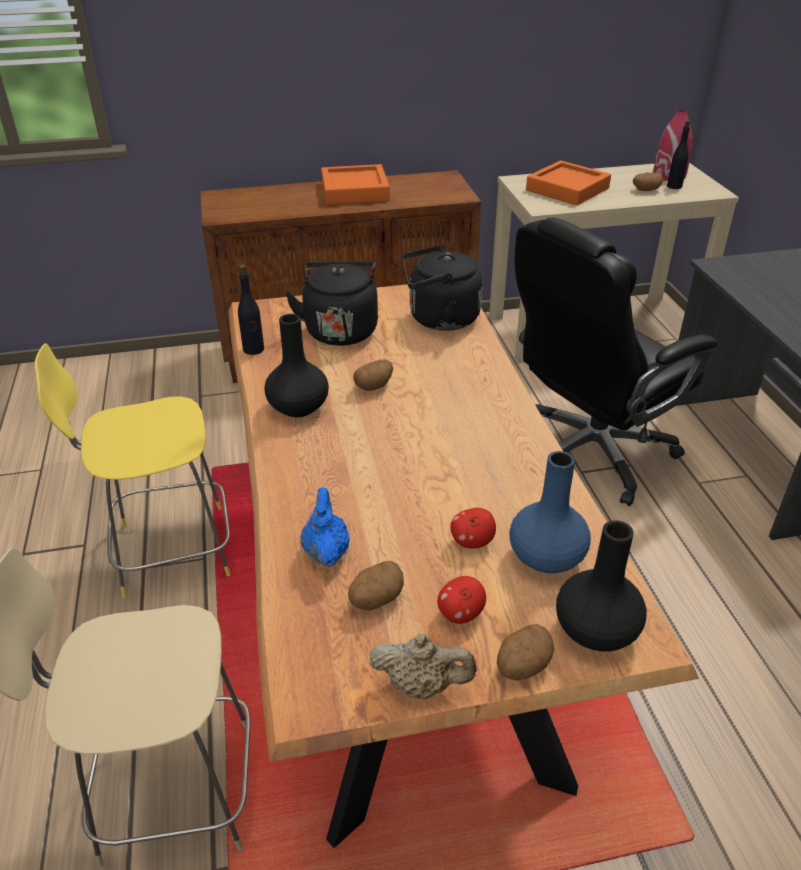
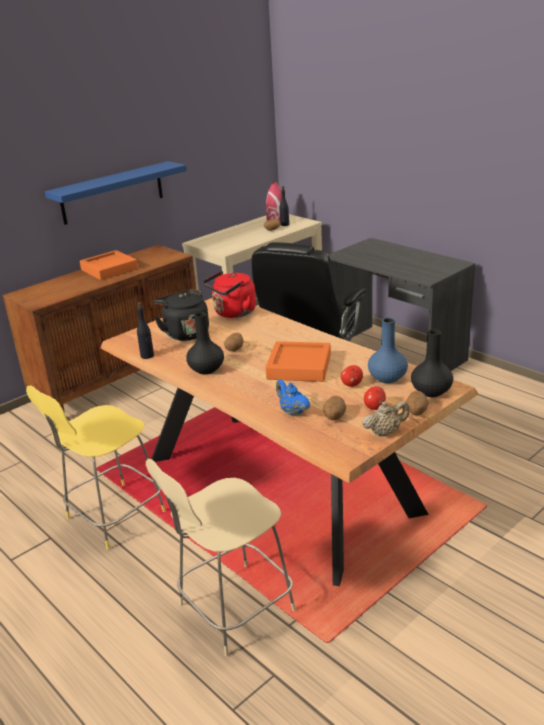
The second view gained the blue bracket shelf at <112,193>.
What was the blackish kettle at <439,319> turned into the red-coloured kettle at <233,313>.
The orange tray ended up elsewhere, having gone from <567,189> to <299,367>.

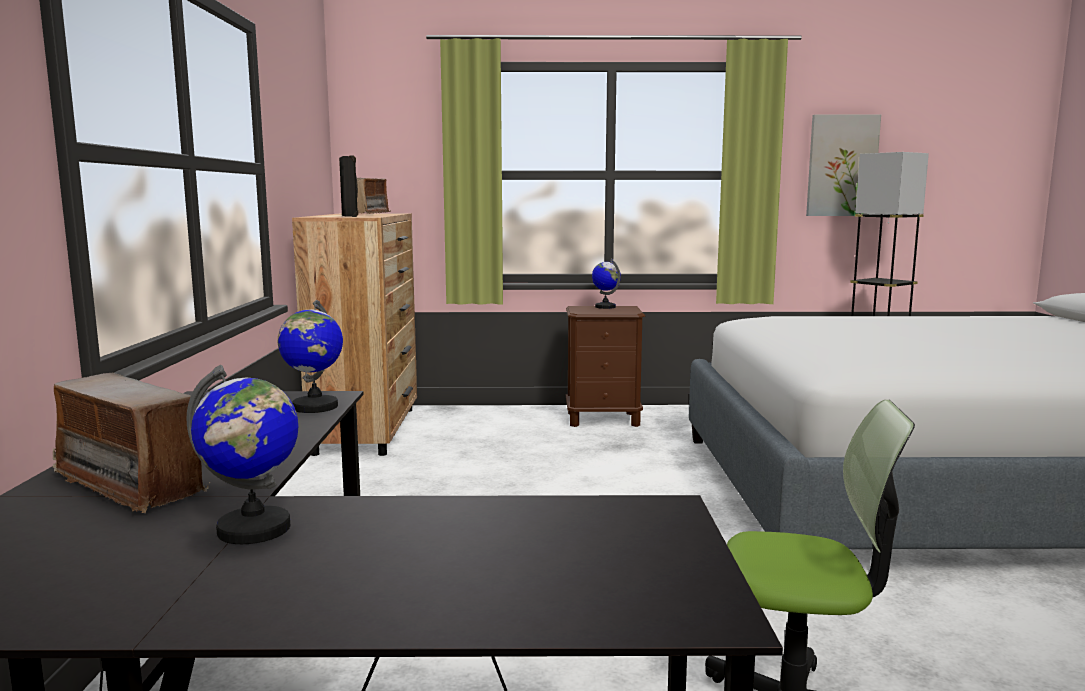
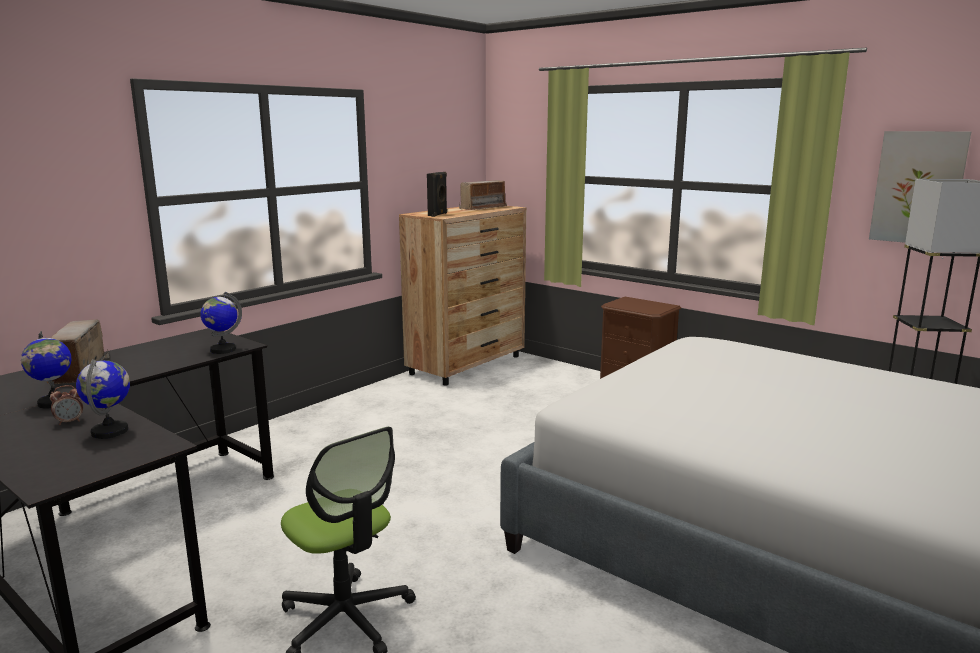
The second view gained the bedside clock at <70,422>.
The globe ended up elsewhere, having gone from <605,307> to <110,431>.

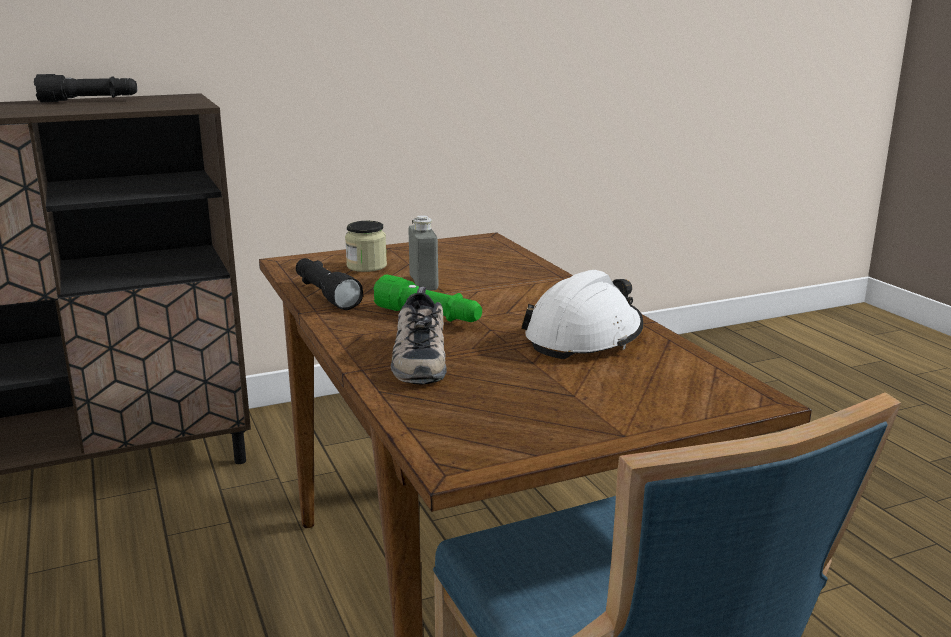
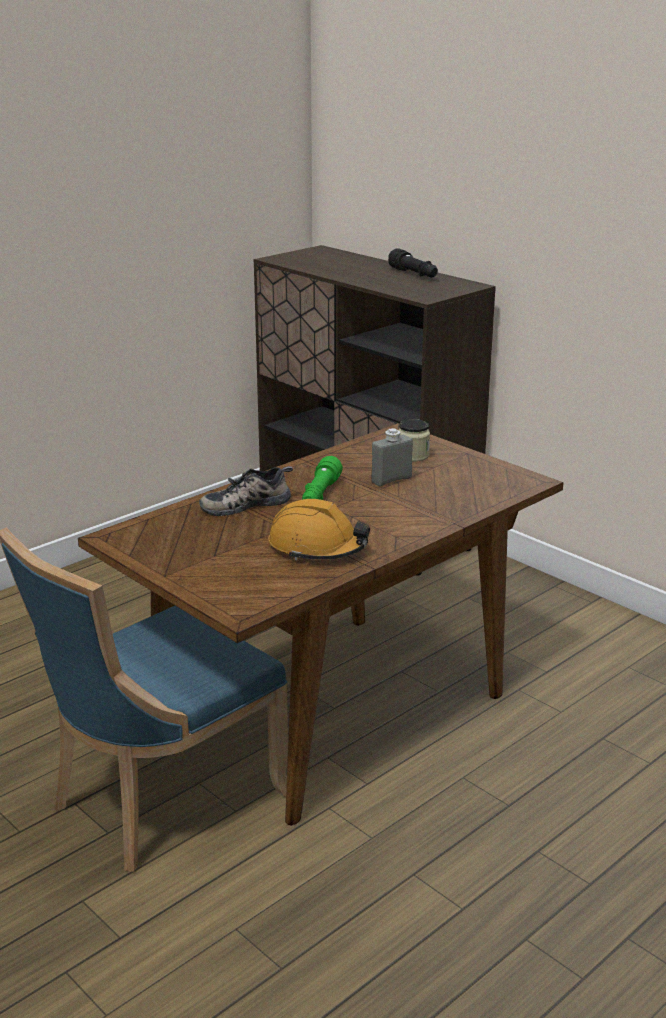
What was the white-coloured work helmet at <584,338> turned into the orange work helmet at <317,547>.
The second view lost the blackish hand torch at <325,294>.

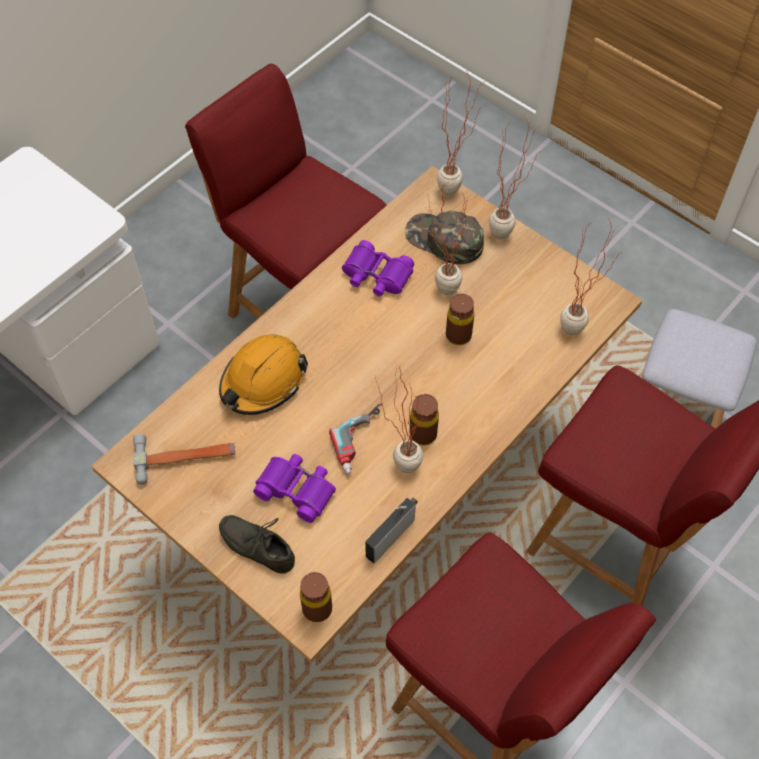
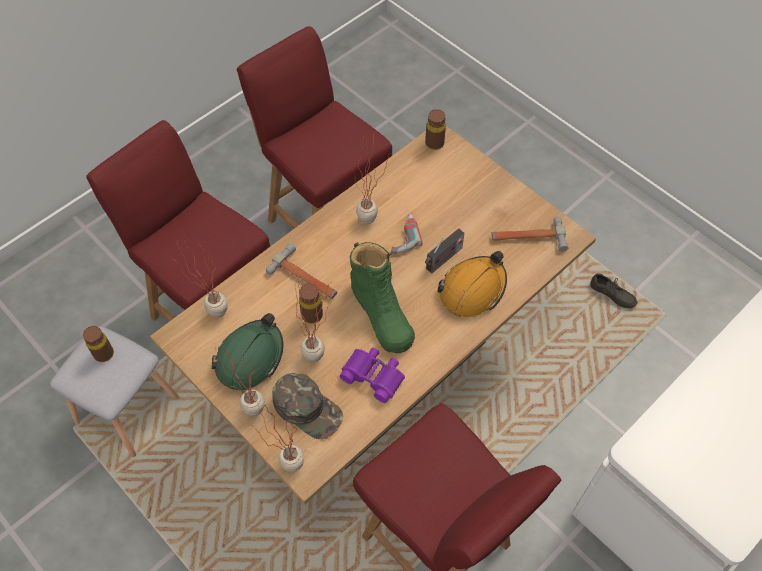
The brownish beverage bottle ended up elsewhere, having gone from <423,434> to <104,354>.
The second view gained the green-coloured work helmet at <250,358>.
The second view gained the hand hammer at <305,278>.
The second view gained the green-coloured high-top boot at <381,314>.
The radio ended up elsewhere, having gone from <391,535> to <443,260>.
The gray item of footwear ended up elsewhere, having gone from <259,544> to <611,296>.
The second view lost the purplish field glasses at <297,489>.

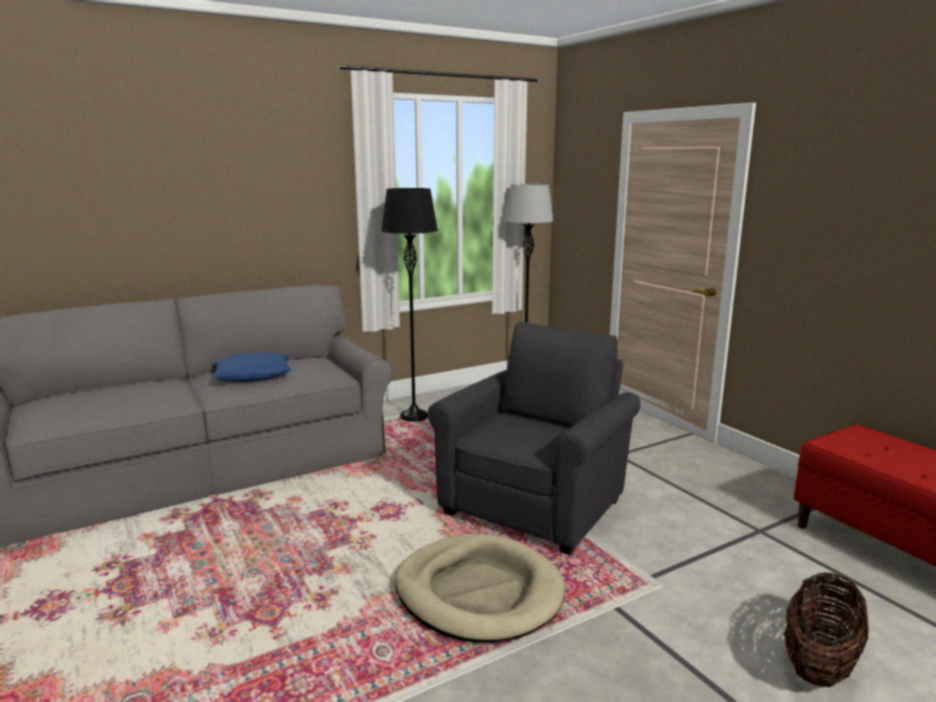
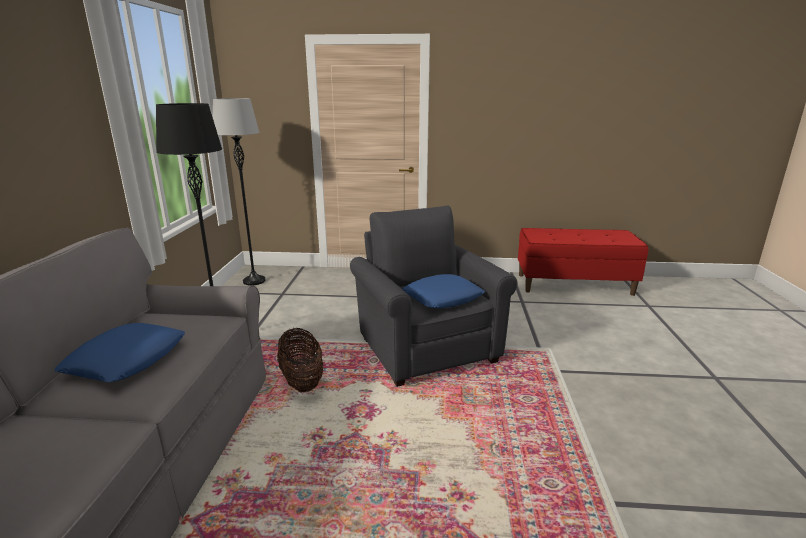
The household basket ended up elsewhere, having gone from <819,663> to <302,380>.
The second view gained the blue throw pillow at <443,297>.
The second view lost the beige dog cushion at <479,592>.

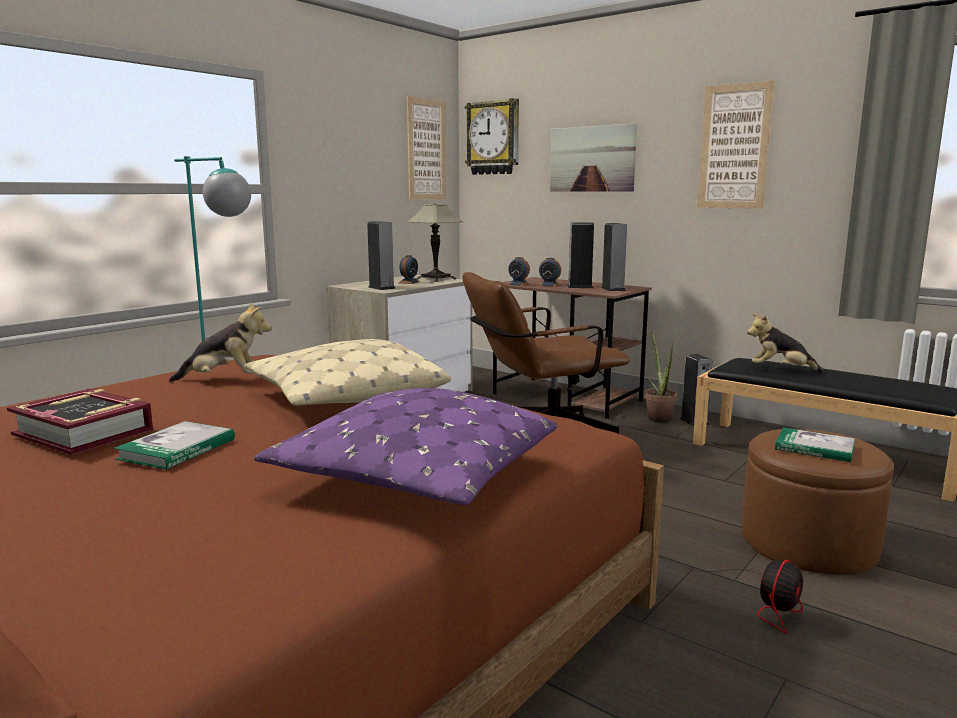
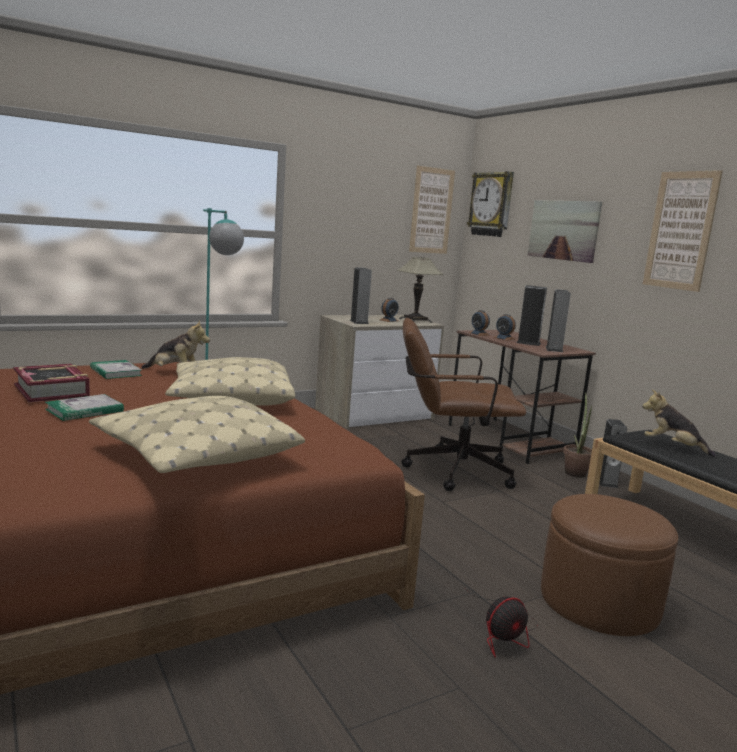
What was the purplish throw pillow at <415,476> turned into the beige throw pillow at <195,456>.
The volume ended up elsewhere, having gone from <814,448> to <115,372>.

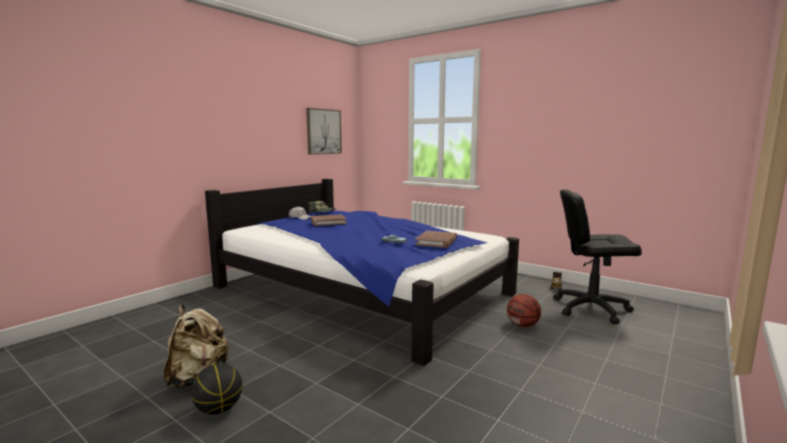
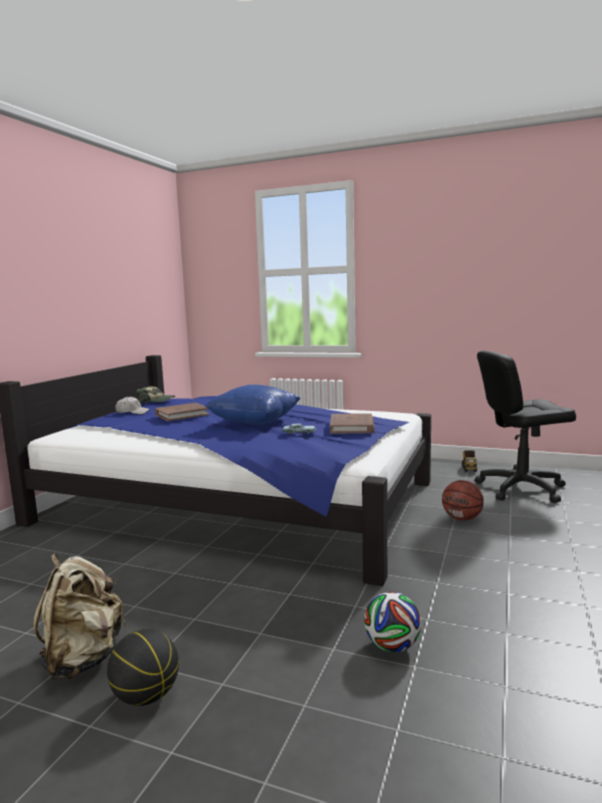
The second view gained the blue throw pillow at <254,423>.
The second view gained the football ball at <392,646>.
The second view lost the wall picture at <323,131>.

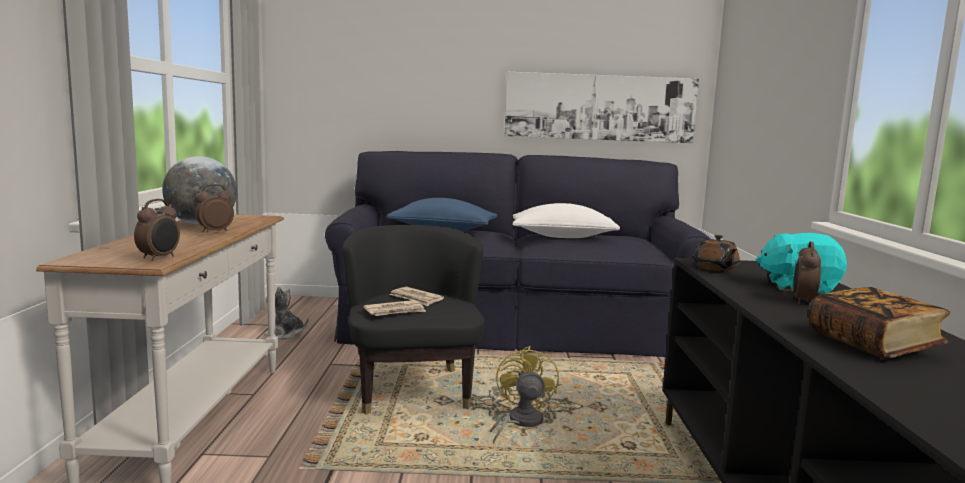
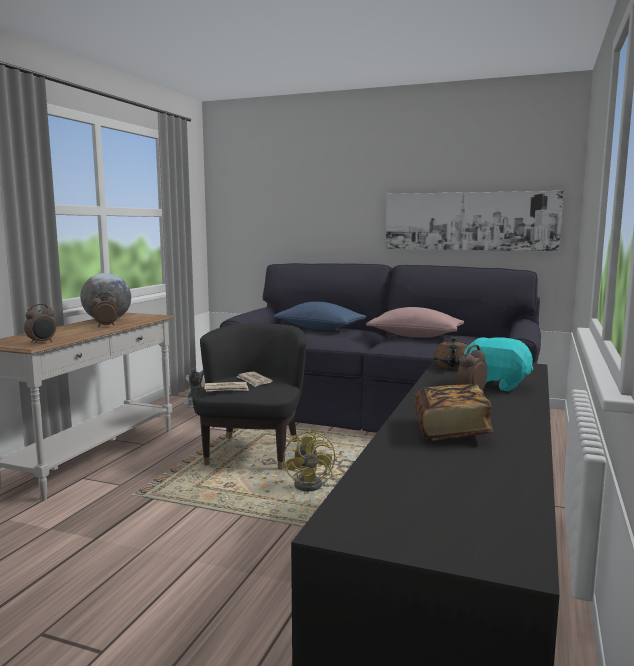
The yellow fan at <519,423> ended up facing another way, 150 degrees clockwise from before.
What was the white-coloured throw pillow at <563,237> turned into the pink throw pillow at <415,336>.

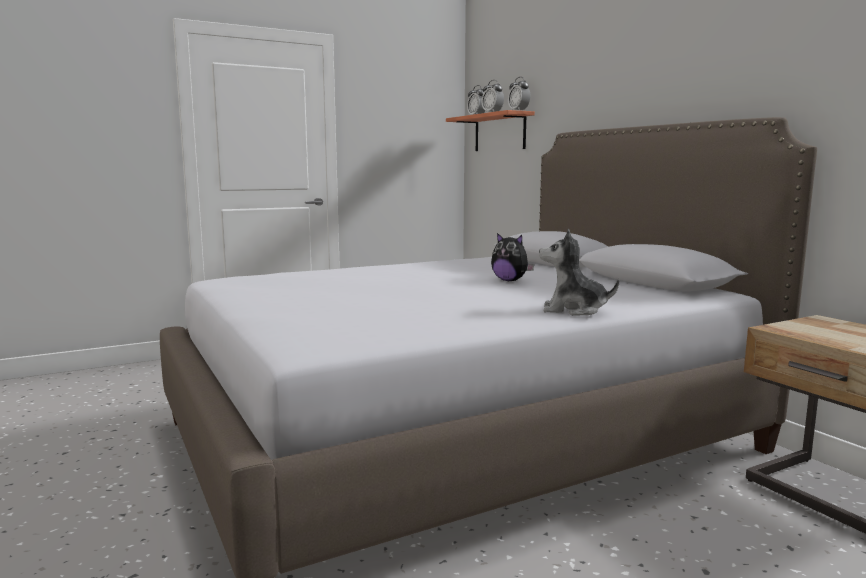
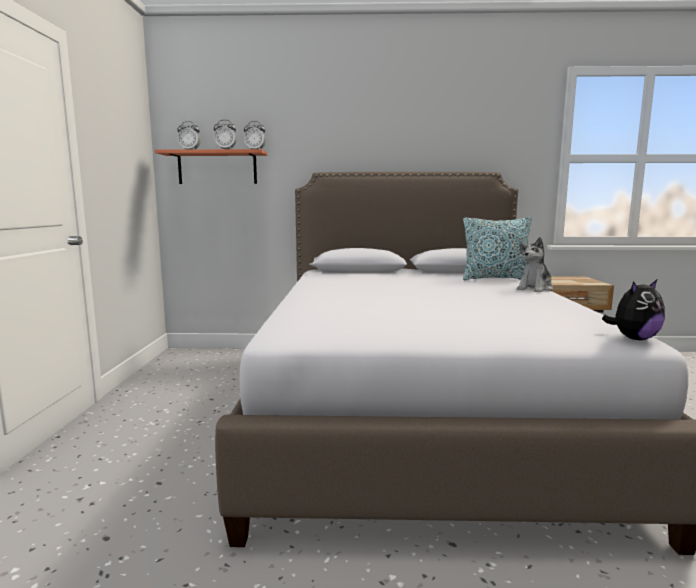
The second view gained the throw pillow at <496,279>.
The soft toy ended up elsewhere, having gone from <510,281> to <634,338>.

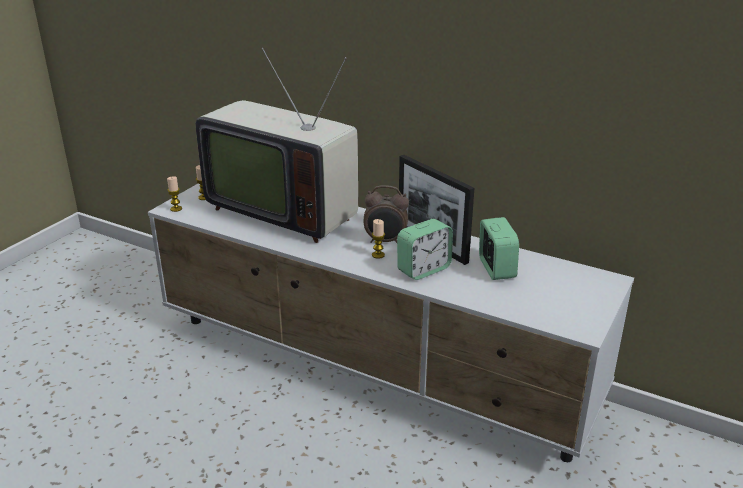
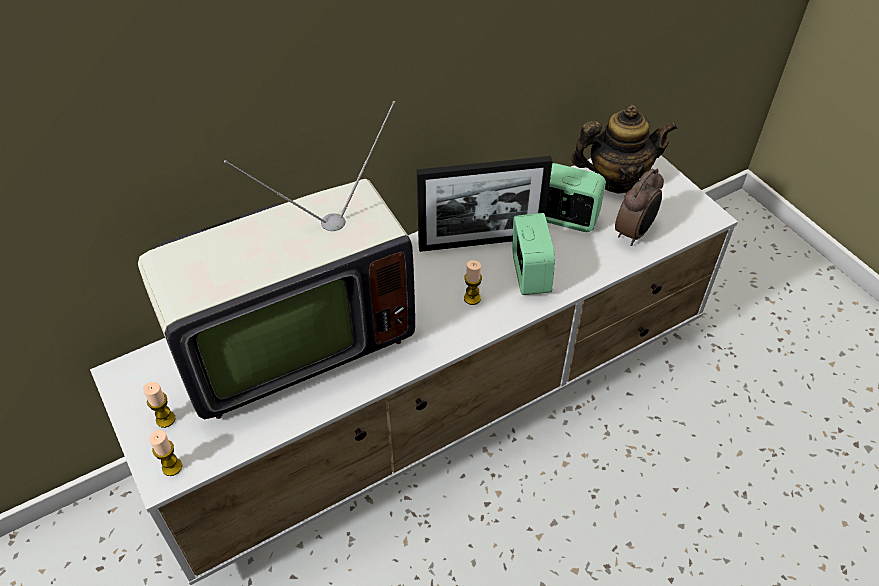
The second view gained the tea pot at <615,179>.
The bedside clock ended up elsewhere, having gone from <385,241> to <634,233>.

